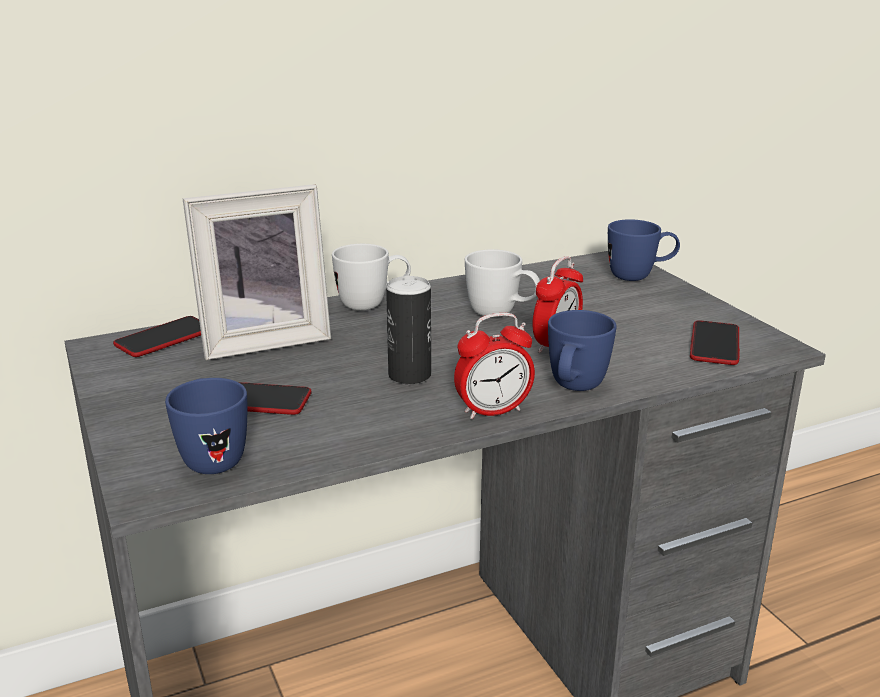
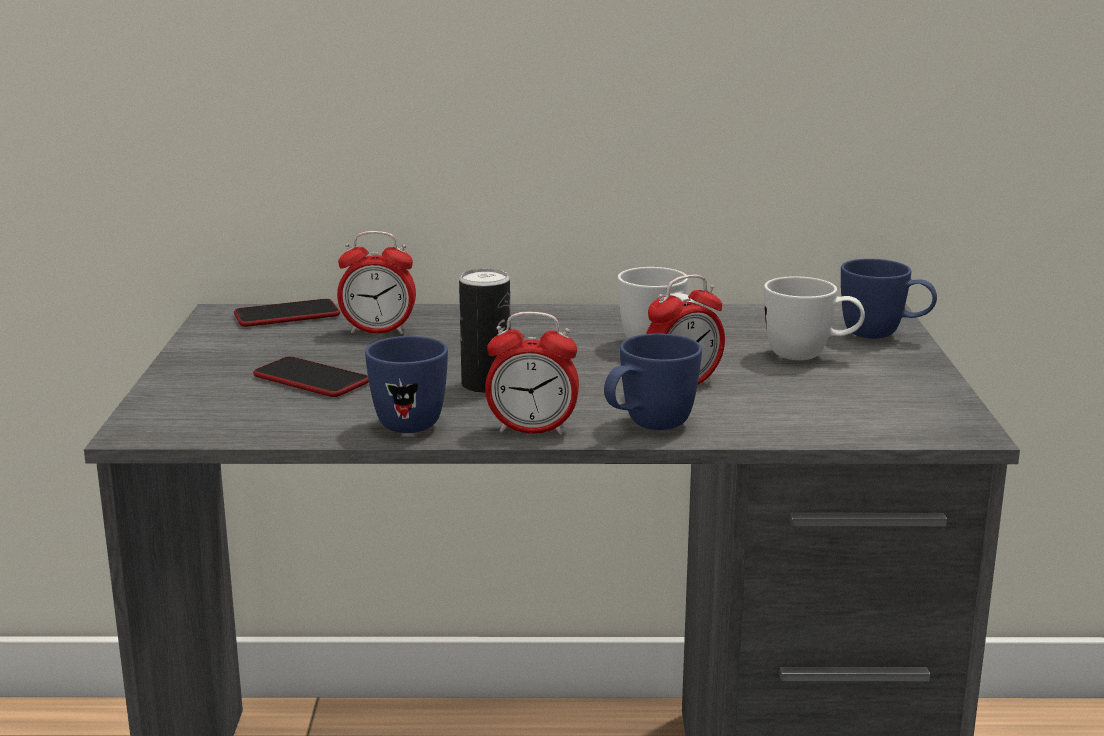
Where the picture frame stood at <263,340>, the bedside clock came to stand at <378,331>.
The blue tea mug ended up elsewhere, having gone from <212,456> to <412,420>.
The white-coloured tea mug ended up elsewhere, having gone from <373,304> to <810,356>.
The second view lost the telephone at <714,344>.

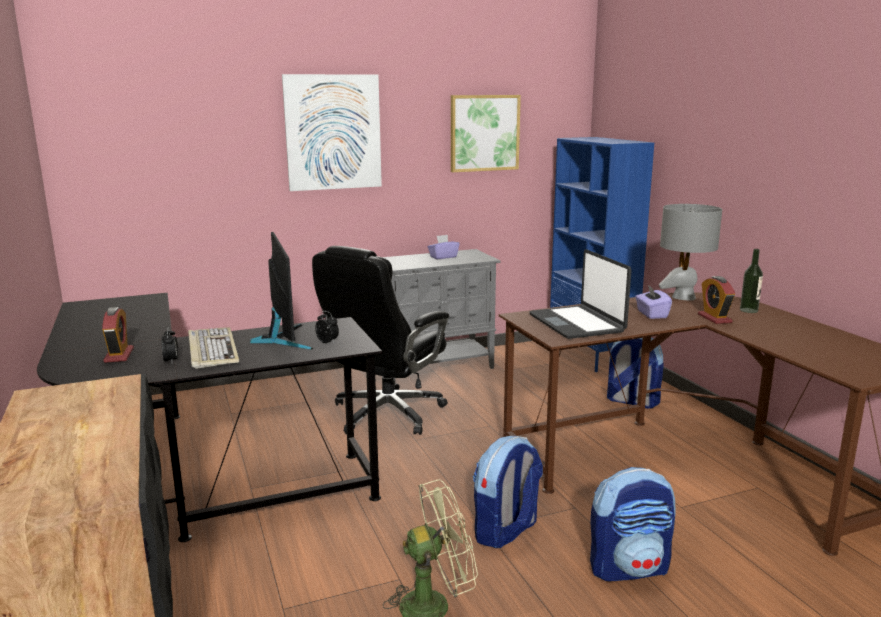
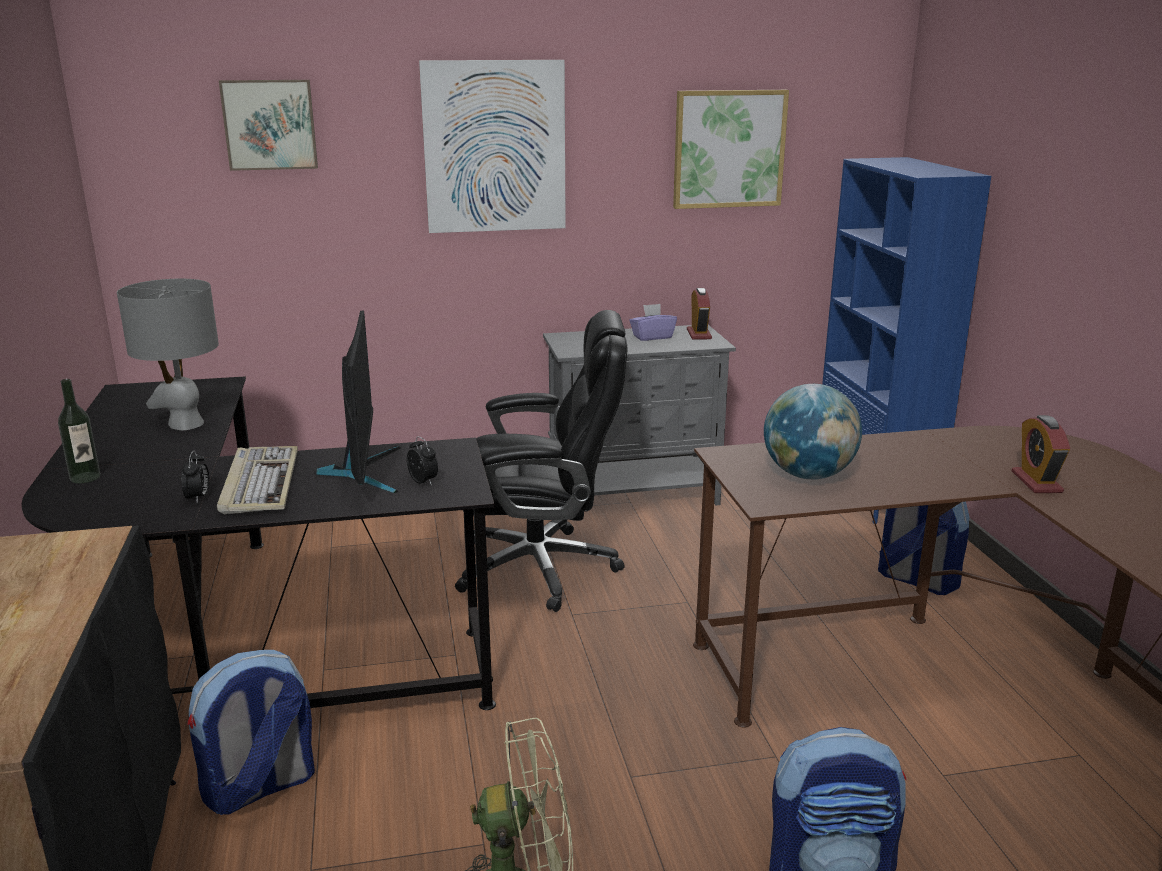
The beverage bottle ended up elsewhere, having gone from <748,310> to <85,477>.
The gray lamp for a table ended up elsewhere, having gone from <683,297> to <185,424>.
The knapsack ended up elsewhere, having gone from <506,531> to <260,787>.
The second view gained the wall picture at <270,124>.
The blackish computer chair at <386,414> ended up facing another way, 135 degrees counterclockwise from before.
The bedside clock ended up elsewhere, having gone from <119,355> to <699,334>.
Where the portable computer stood at <577,323>, the globe came to stand at <808,475>.
The second view lost the purplish tissue box at <651,314>.

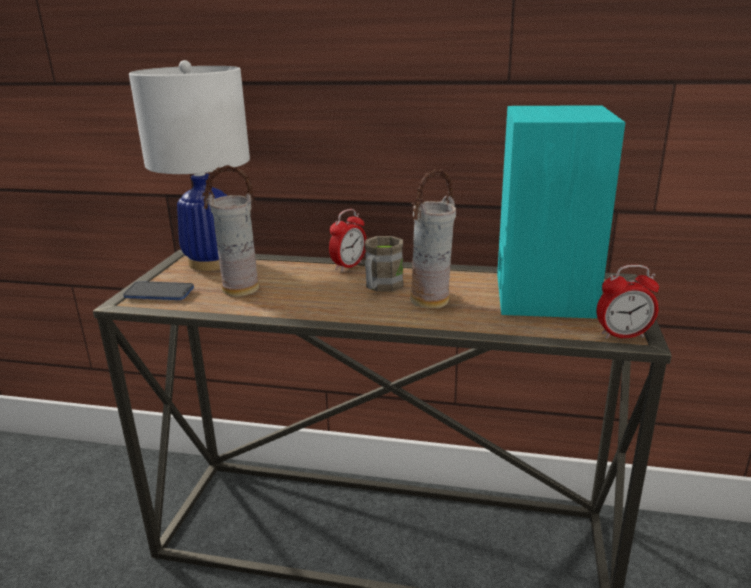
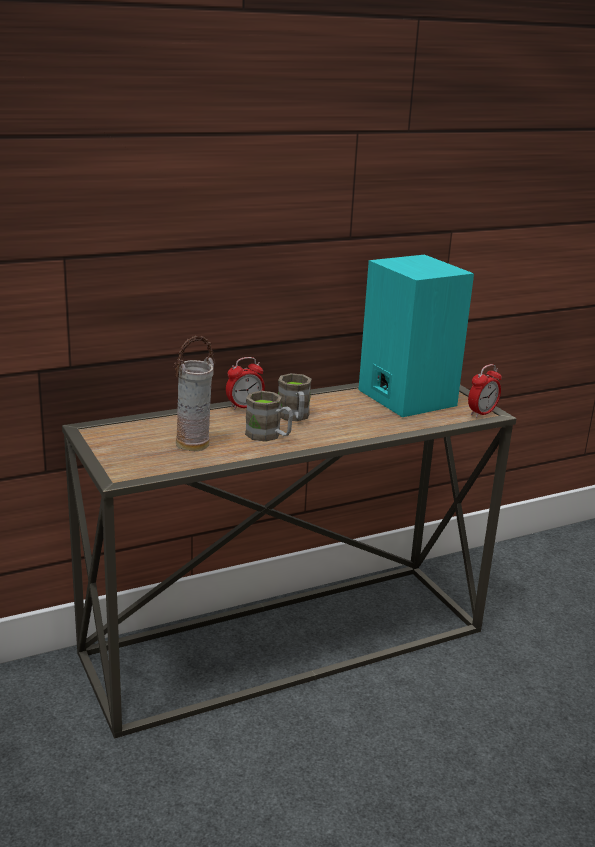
The bedside clock at <349,266> ended up facing another way, 60 degrees clockwise from before.
The second view gained the brownish tea mug at <269,436>.
The second view lost the telephone at <159,293>.
The second view lost the white-coloured lamp for a table at <211,262>.
The second view lost the flower vase at <431,301>.

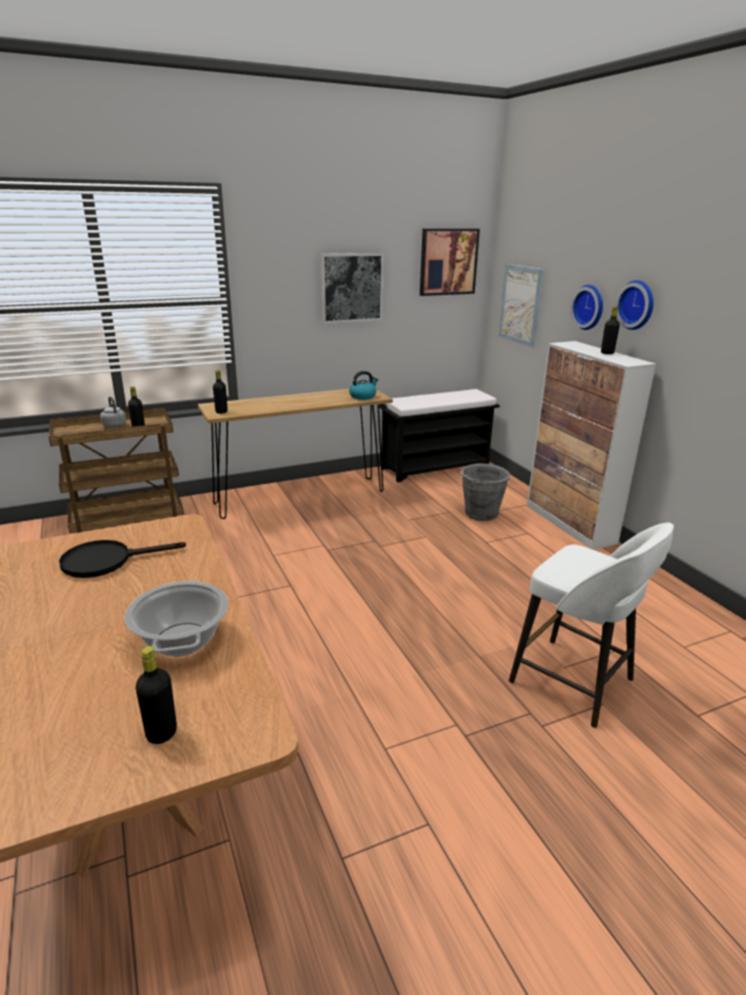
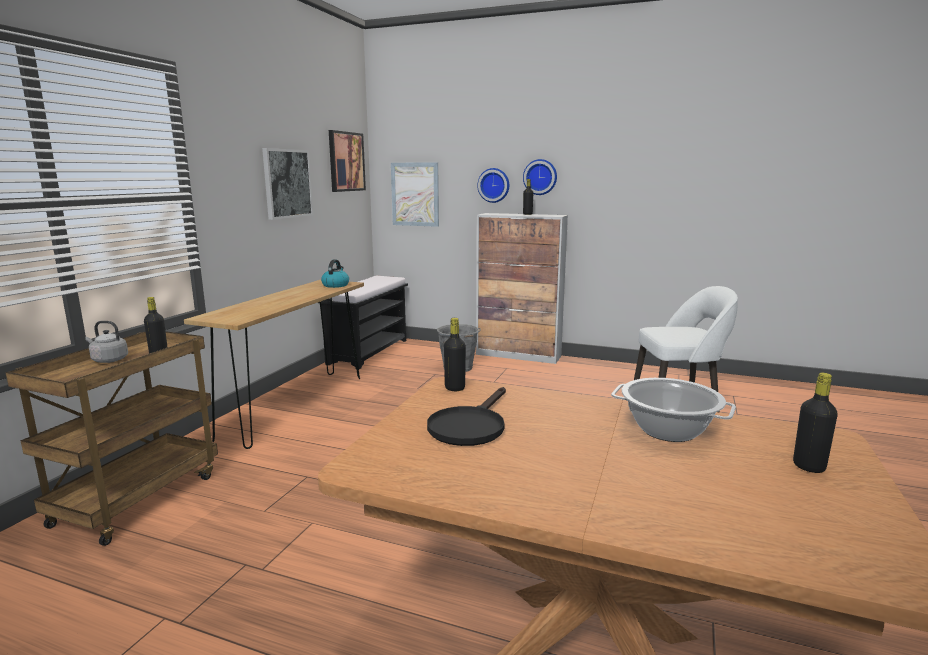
The blackish beverage bottle ended up elsewhere, having gone from <221,412> to <454,388>.

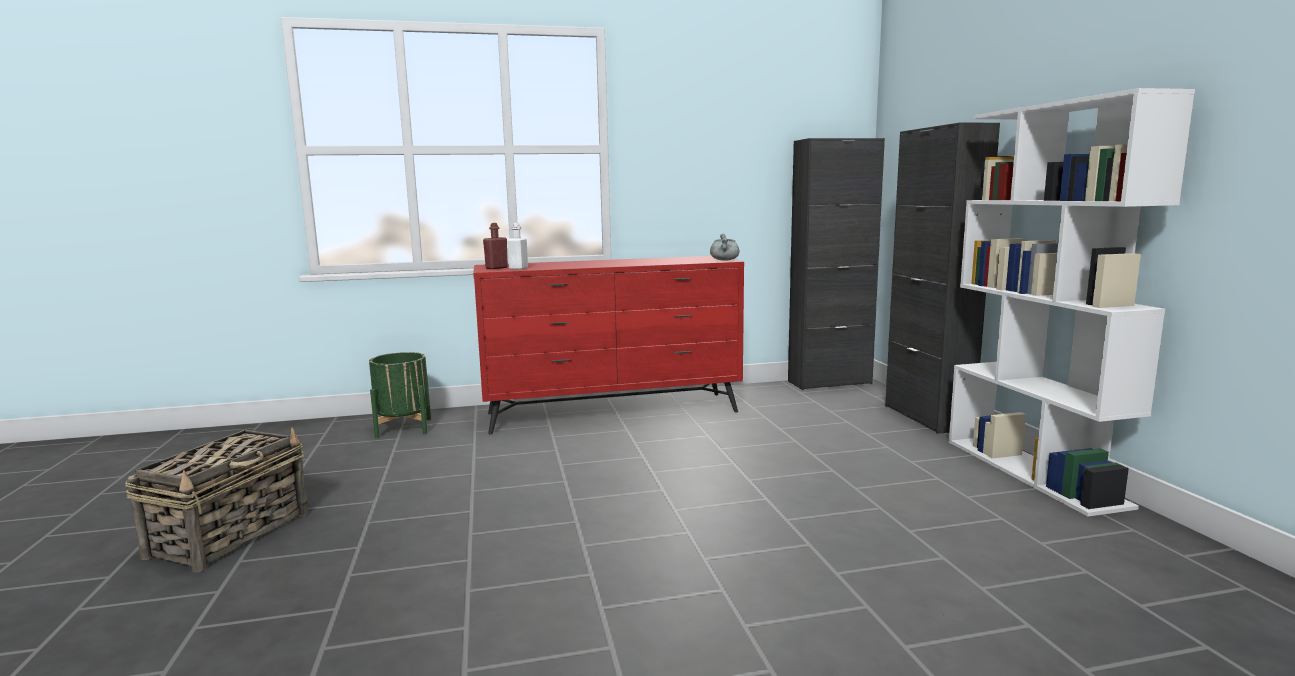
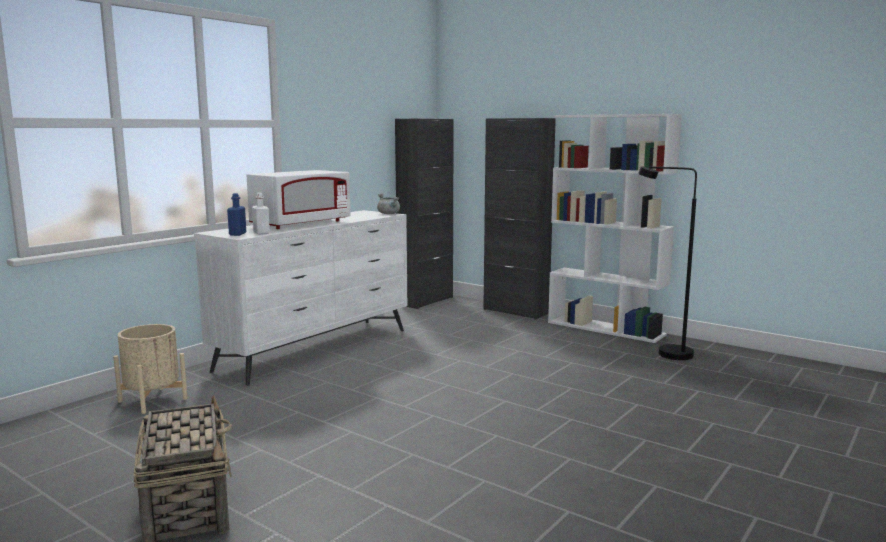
What was the green-coloured plant pot at <404,428> turned into the beige plant pot at <153,400>.
What was the red-coloured dresser at <613,413> turned into the white-coloured dresser at <317,349>.
What was the red-coloured beverage bottle at <496,268> turned into the blue beverage bottle at <237,234>.
The second view gained the white-coloured microwave oven at <301,224>.
The second view gained the blackish standing lamp at <665,353>.

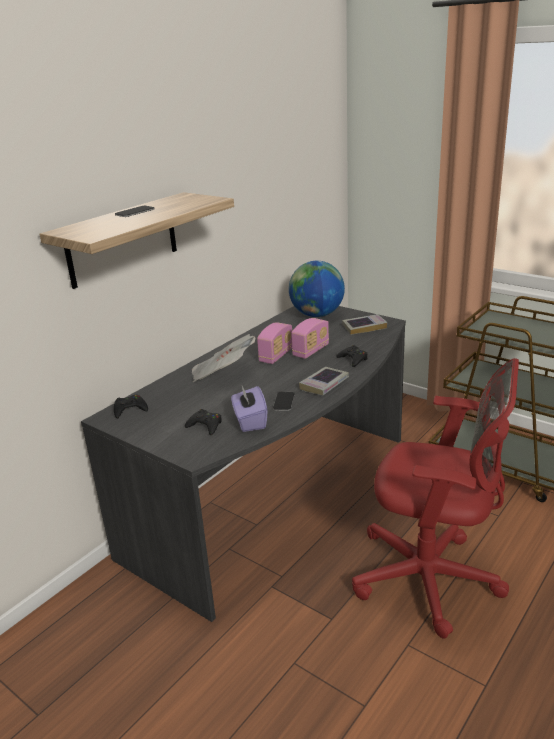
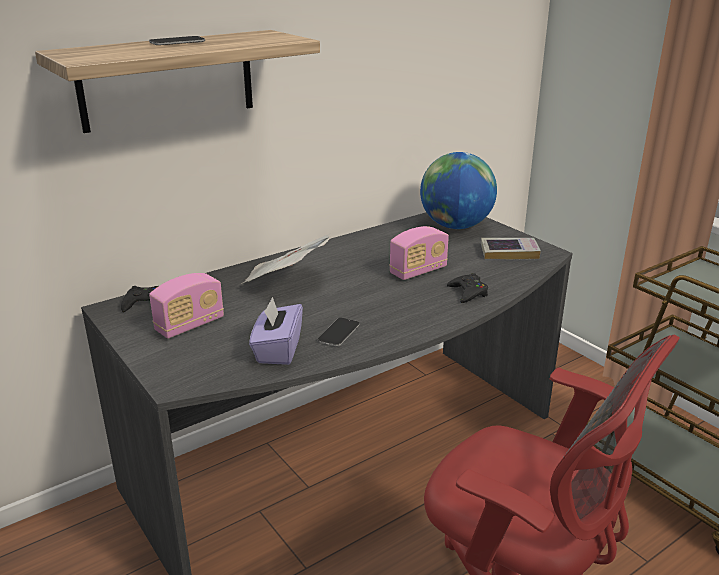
The radio ended up elsewhere, having gone from <276,356> to <190,325>.
The second view lost the blackish joypad at <205,425>.
The second view lost the volume at <324,384>.

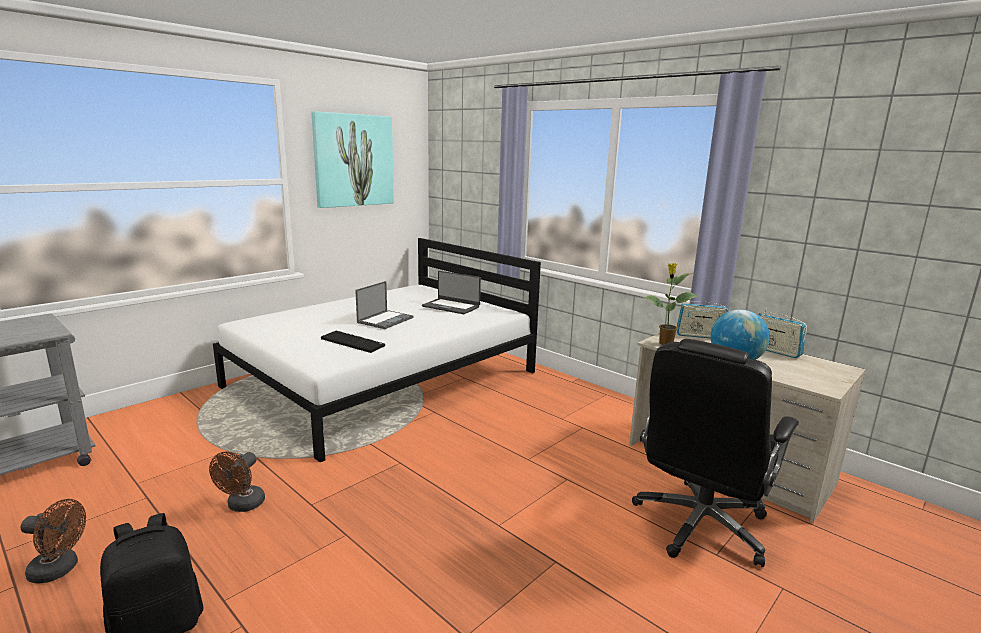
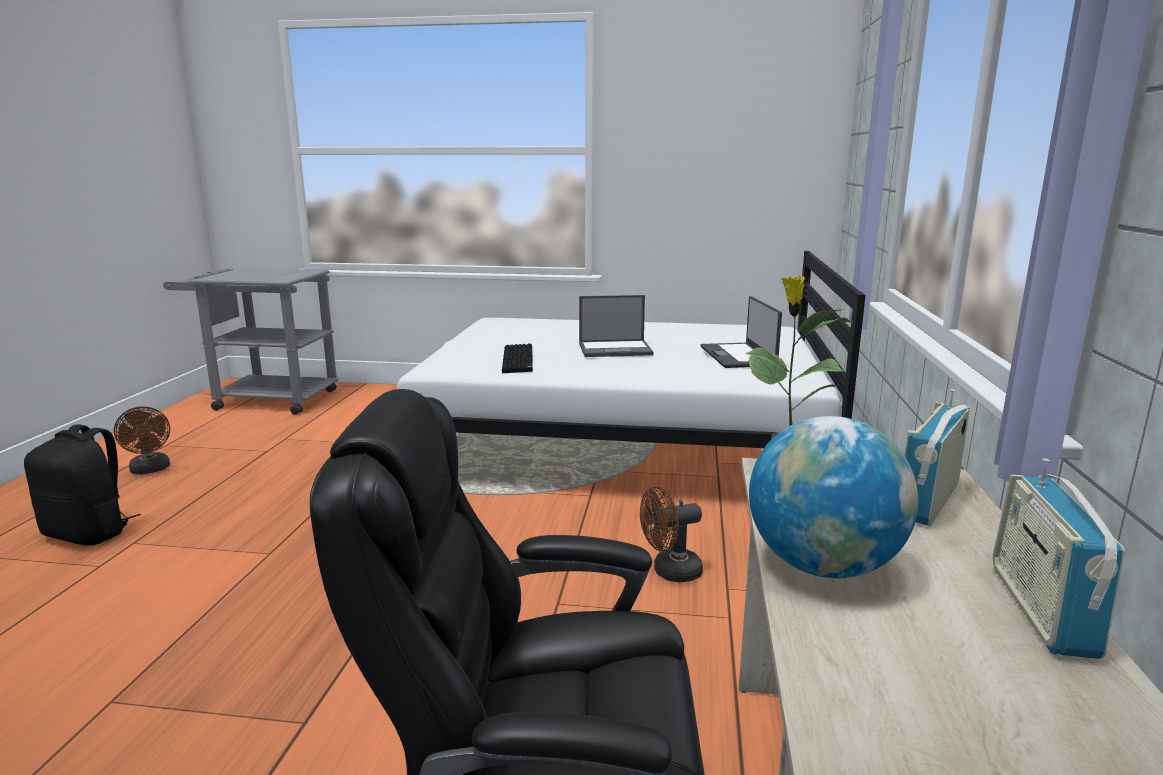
The brownish fan ended up elsewhere, having gone from <242,506> to <670,572>.
The radio at <700,336> ended up facing another way, 60 degrees clockwise from before.
The second view lost the wall picture at <353,160>.

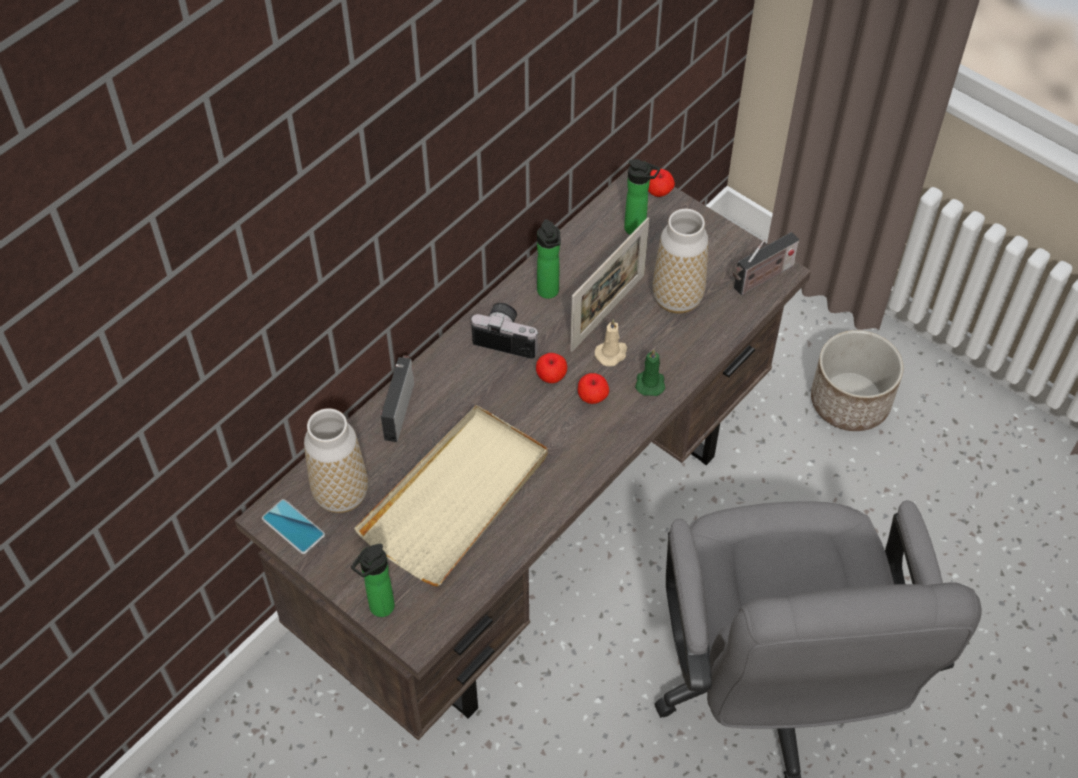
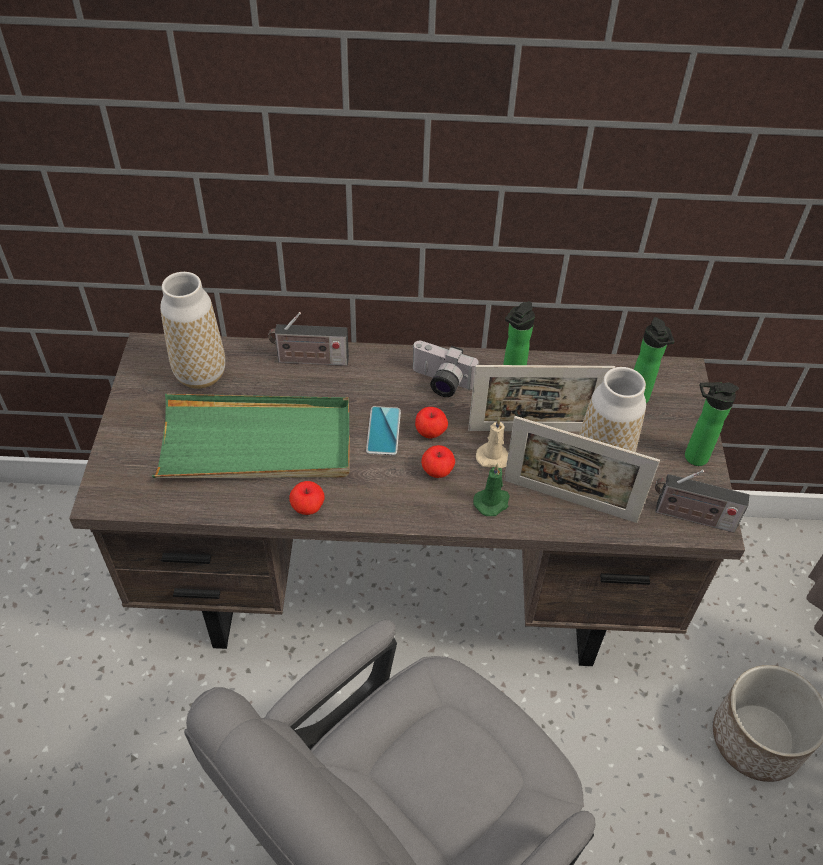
What was the beige tray at <457,497> turned into the green-coloured tray at <256,443>.
The radio at <399,408> ended up facing another way, 150 degrees counterclockwise from before.
The apple ended up elsewhere, having gone from <659,192> to <308,508>.
The telephone ended up elsewhere, having gone from <293,527> to <383,431>.
The photo camera at <507,337> ended up facing another way, 135 degrees clockwise from before.
The second view gained the picture frame at <569,500>.
The beverage bottle ended up elsewhere, having gone from <379,609> to <692,457>.

